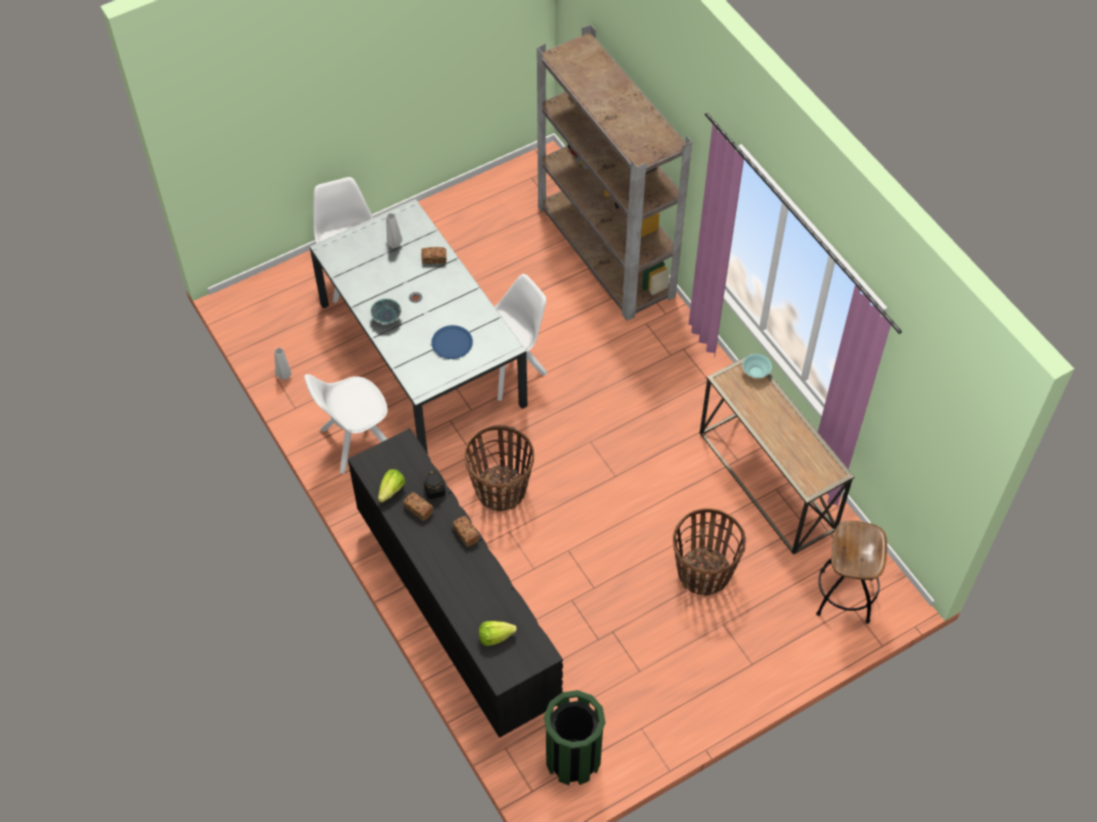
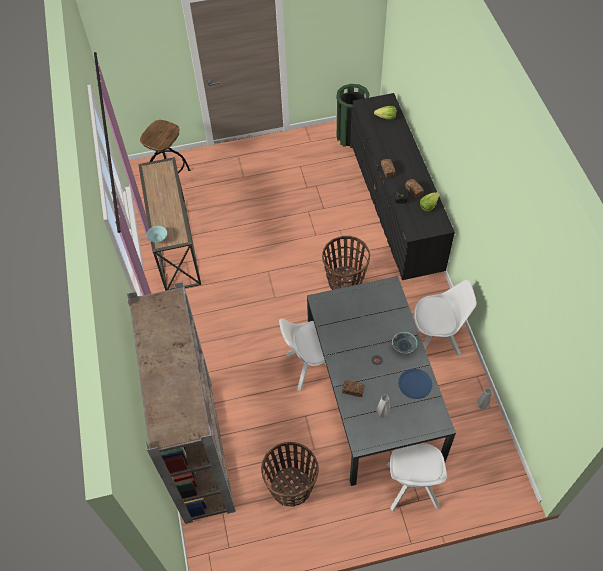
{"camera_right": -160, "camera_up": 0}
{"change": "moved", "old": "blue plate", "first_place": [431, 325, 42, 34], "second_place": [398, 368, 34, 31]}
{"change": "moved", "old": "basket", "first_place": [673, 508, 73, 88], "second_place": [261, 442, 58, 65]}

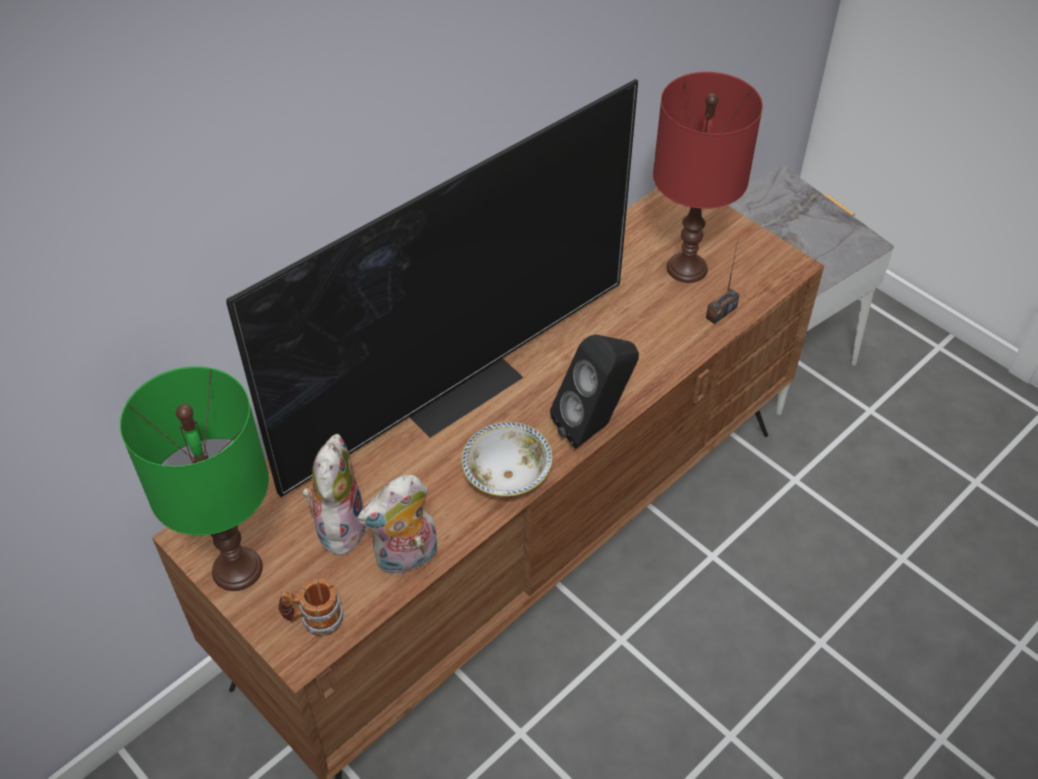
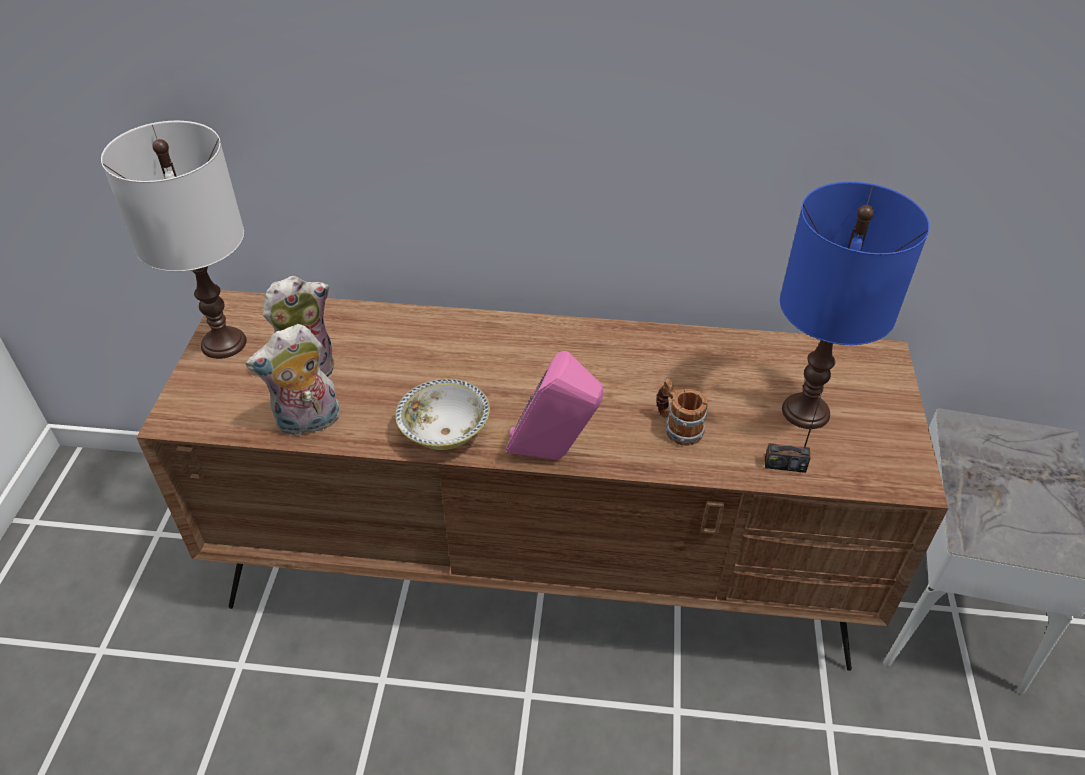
{"camera_right": 50, "camera_up": -5}
{"change": "recoloured", "old": "red table lamp", "new": "blue table lamp", "first_place": [653, 72, 110, 211], "second_place": [780, 181, 150, 248]}
{"change": "removed", "old": "television", "first_place": [226, 79, 412, 418]}
{"change": "recoloured", "old": "black speaker", "new": "pink speaker", "first_place": [550, 334, 89, 114], "second_place": [506, 351, 97, 109]}
{"change": "recoloured", "old": "green table lamp", "new": "white table lamp", "first_place": [120, 366, 149, 225], "second_place": [101, 121, 146, 238]}
{"change": "turned", "old": "plush toy", "first_place": [357, 475, 80, 100], "second_place": [246, 324, 94, 112], "degrees": -45}
{"change": "moved", "old": "mug", "first_place": [278, 579, 66, 57], "second_place": [656, 378, 52, 68]}

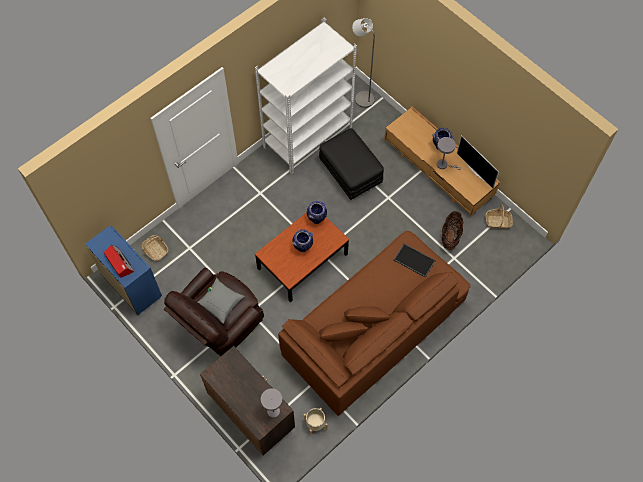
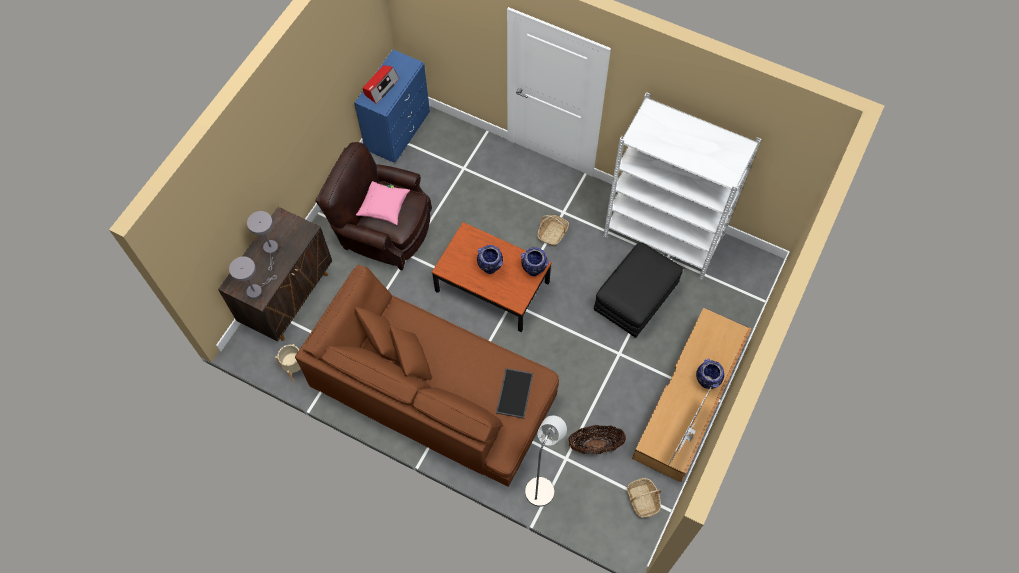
{"camera_right": 70, "camera_up": 0}
{"change": "moved", "old": "grey floor lamp", "first_place": [352, 18, 23, 90], "second_place": [525, 416, 42, 91]}
{"change": "moved", "old": "grey table lamp", "first_place": [437, 137, 24, 33], "second_place": [247, 211, 31, 60]}
{"change": "moved", "old": "basket", "first_place": [142, 235, 27, 26], "second_place": [537, 215, 32, 32]}
{"change": "recoloured", "old": "grey pillow", "new": "pink pillow", "first_place": [198, 278, 47, 46], "second_place": [356, 181, 54, 44]}

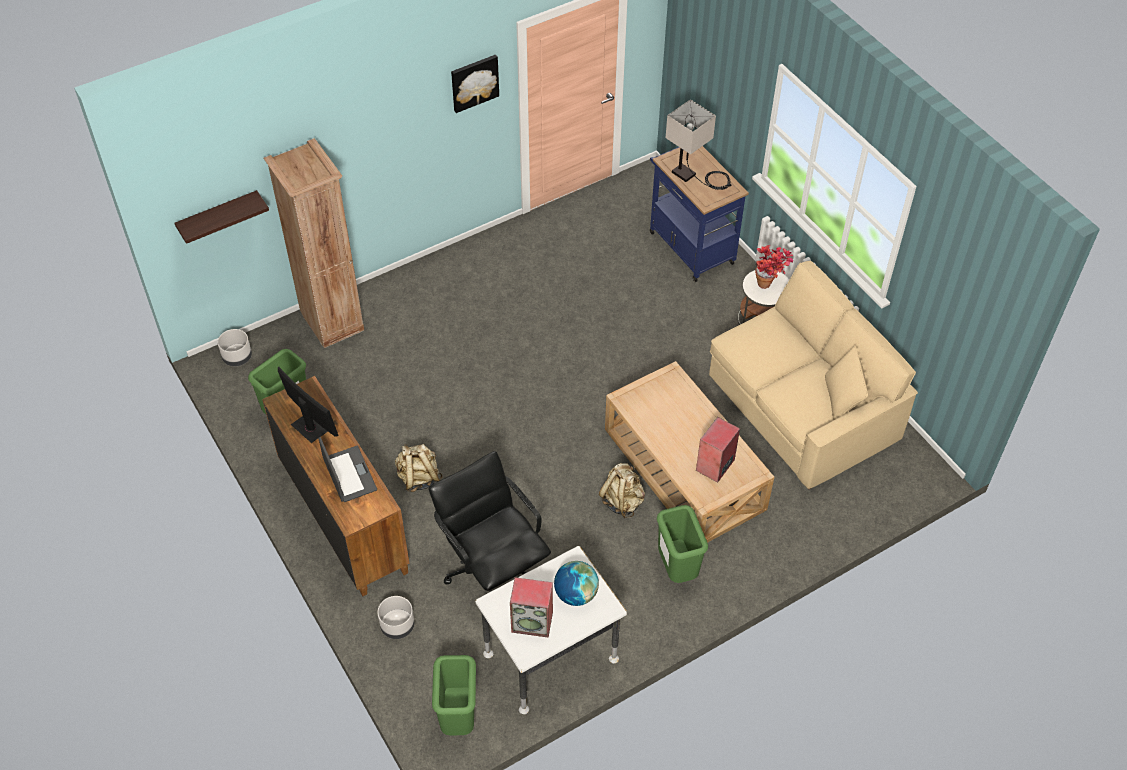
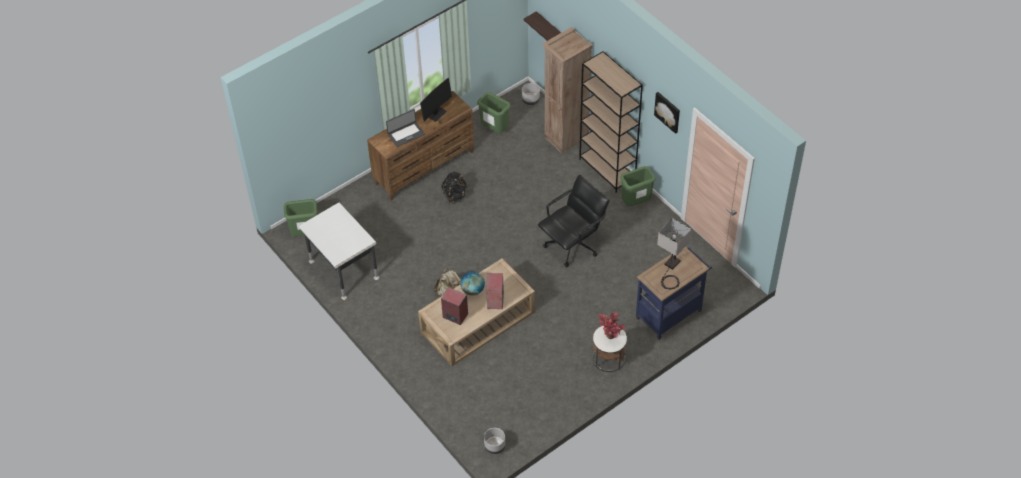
{"camera_right": 85, "camera_up": 0}
{"change": "removed", "old": "beige sofa", "first_place": [709, 261, 209, 228]}
{"change": "recoloured", "old": "beige backpack", "new": "black backpack", "first_place": [395, 444, 48, 48], "second_place": [441, 171, 26, 33]}
{"change": "moved", "old": "black office chair", "first_place": [429, 451, 122, 141], "second_place": [538, 175, 72, 92]}
{"change": "moved", "old": "green trash can", "first_place": [657, 505, 51, 78], "second_place": [620, 166, 36, 41]}
{"change": "moved", "old": "globe", "first_place": [554, 561, 45, 45], "second_place": [460, 271, 25, 25]}
{"change": "moved", "old": "speaker", "first_place": [510, 577, 43, 61], "second_place": [486, 273, 18, 36]}
{"change": "moved", "old": "grey planter", "first_place": [377, 596, 38, 43], "second_place": [484, 428, 22, 26]}
{"change": "added", "new": "beige bookcase", "second_place": [579, 51, 64, 142]}

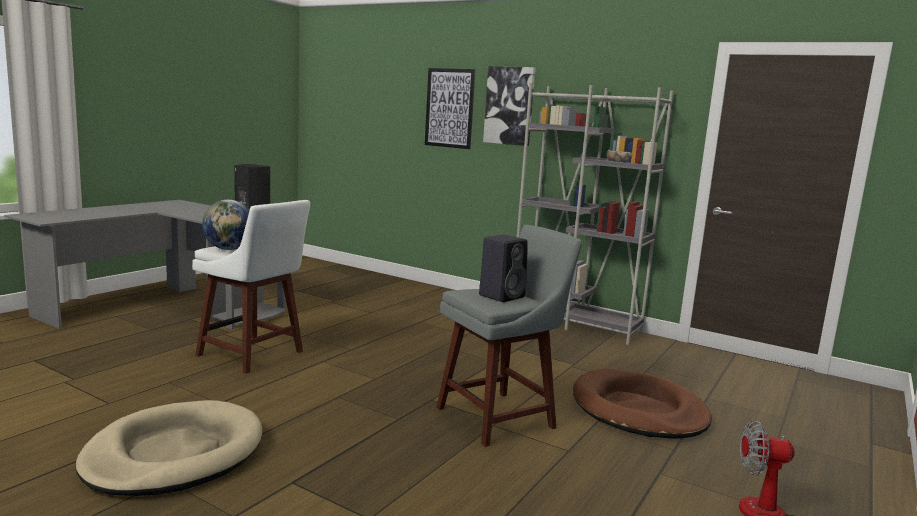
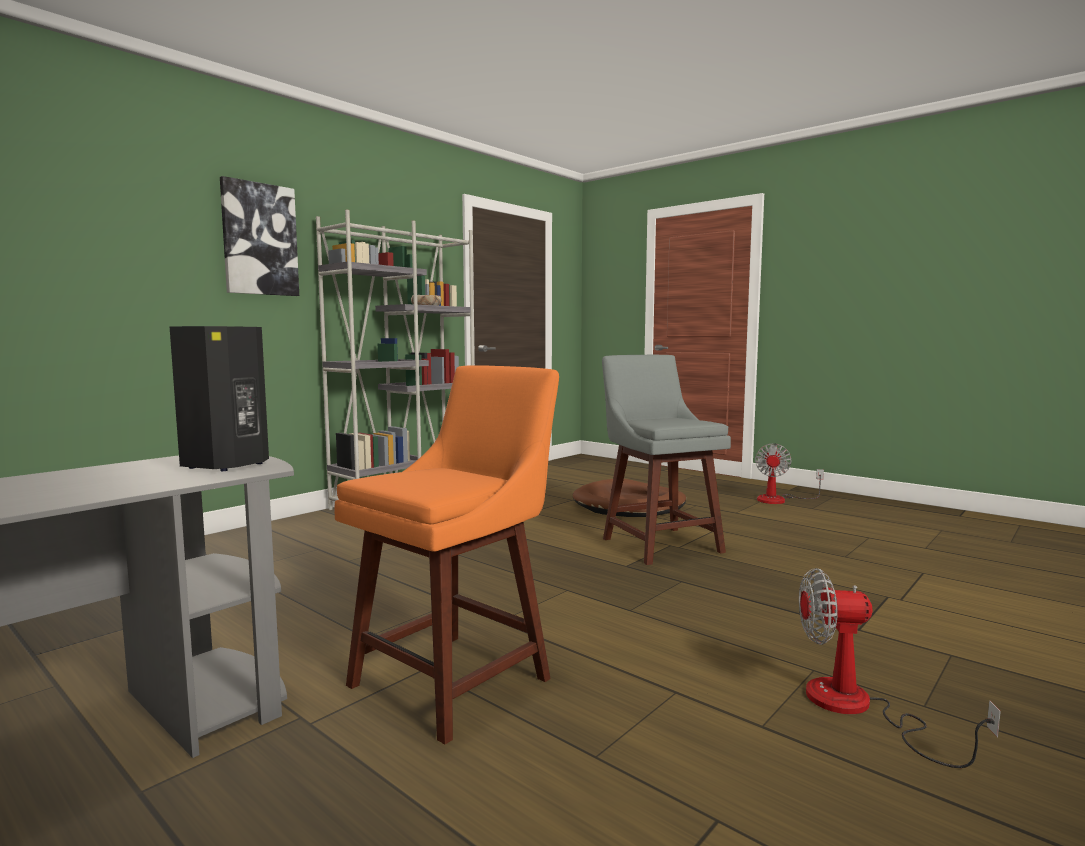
{"camera_right": -80, "camera_up": -5}
{"change": "removed", "old": "picture", "first_place": [425, 68, 51, 81]}
{"change": "recoloured", "old": "white stool", "new": "orange stool", "first_place": [192, 200, 118, 174], "second_place": [335, 365, 224, 379]}
{"change": "removed", "old": "globe", "first_place": [202, 200, 47, 50]}
{"change": "removed", "old": "black speaker", "first_place": [479, 235, 49, 67]}
{"change": "replaced", "old": "beige dog bed", "new": "fan", "first_place": [76, 400, 186, 96], "second_place": [799, 568, 202, 200]}

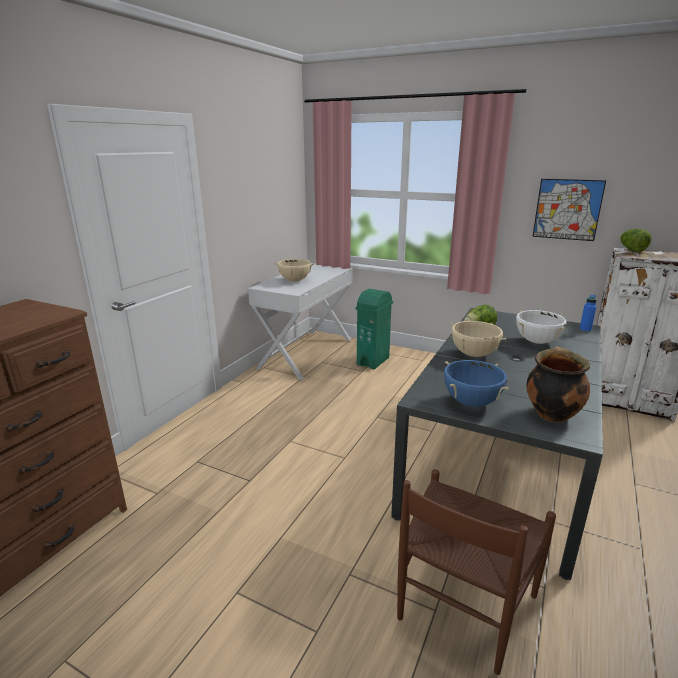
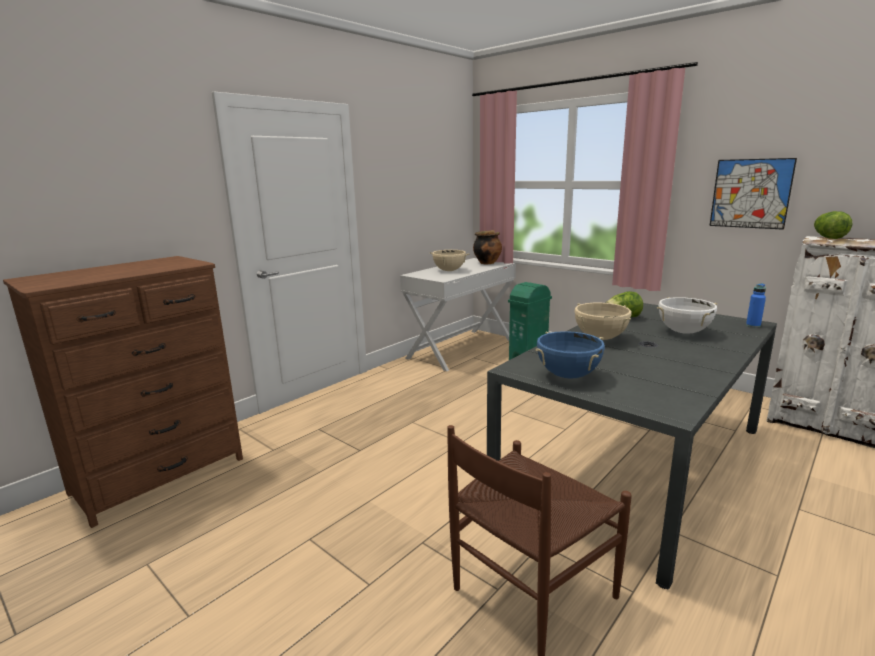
{"camera_right": 15, "camera_up": -5}
{"change": "moved", "old": "cooking pot", "first_place": [527, 347, 63, 75], "second_place": [473, 230, 29, 34]}

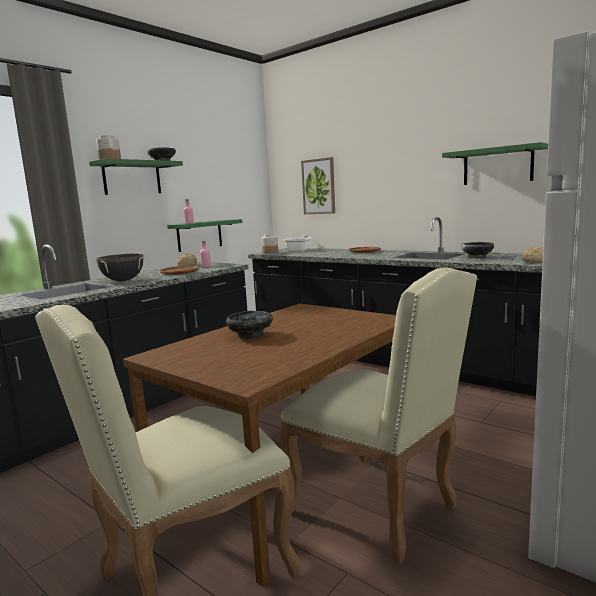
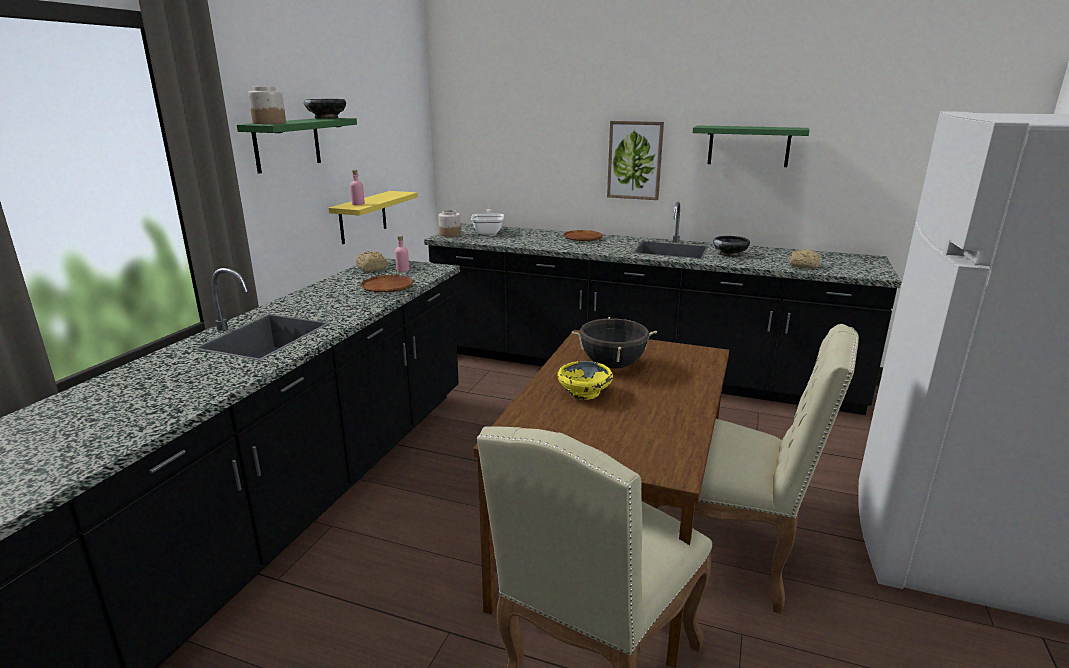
{"camera_right": -20, "camera_up": 10}
{"change": "moved", "old": "picture", "first_place": [301, 157, 34, 57], "second_place": [607, 121, 57, 79]}
{"change": "recoloured", "old": "green shelf", "new": "yellow shelf", "first_place": [167, 219, 76, 33], "second_place": [329, 191, 89, 53]}
{"change": "moved", "old": "black cooking pot", "first_place": [96, 253, 48, 28], "second_place": [572, 317, 85, 51]}
{"change": "recoloured", "old": "black bowl", "new": "yellow bowl", "first_place": [226, 311, 47, 28], "second_place": [557, 361, 56, 39]}

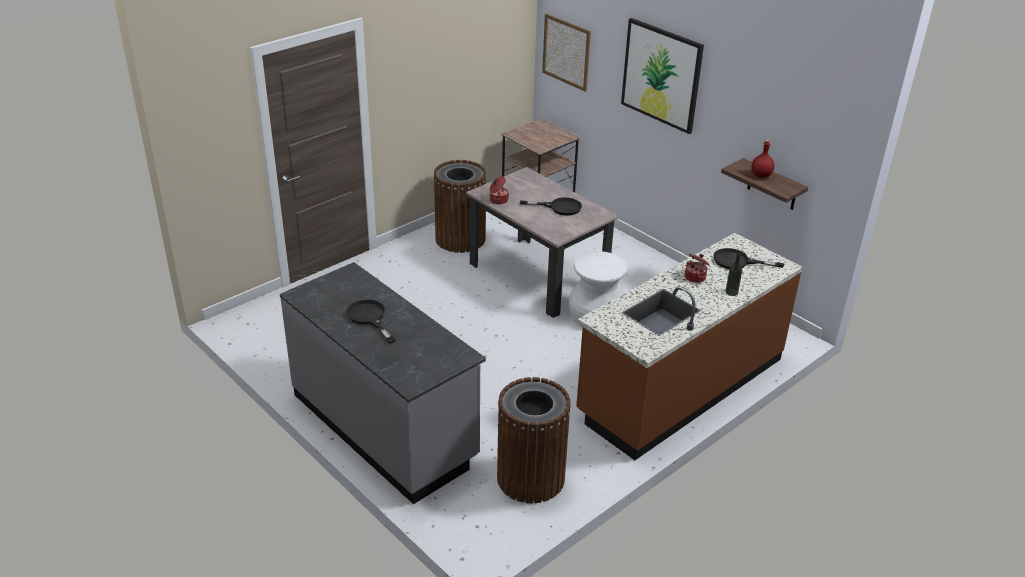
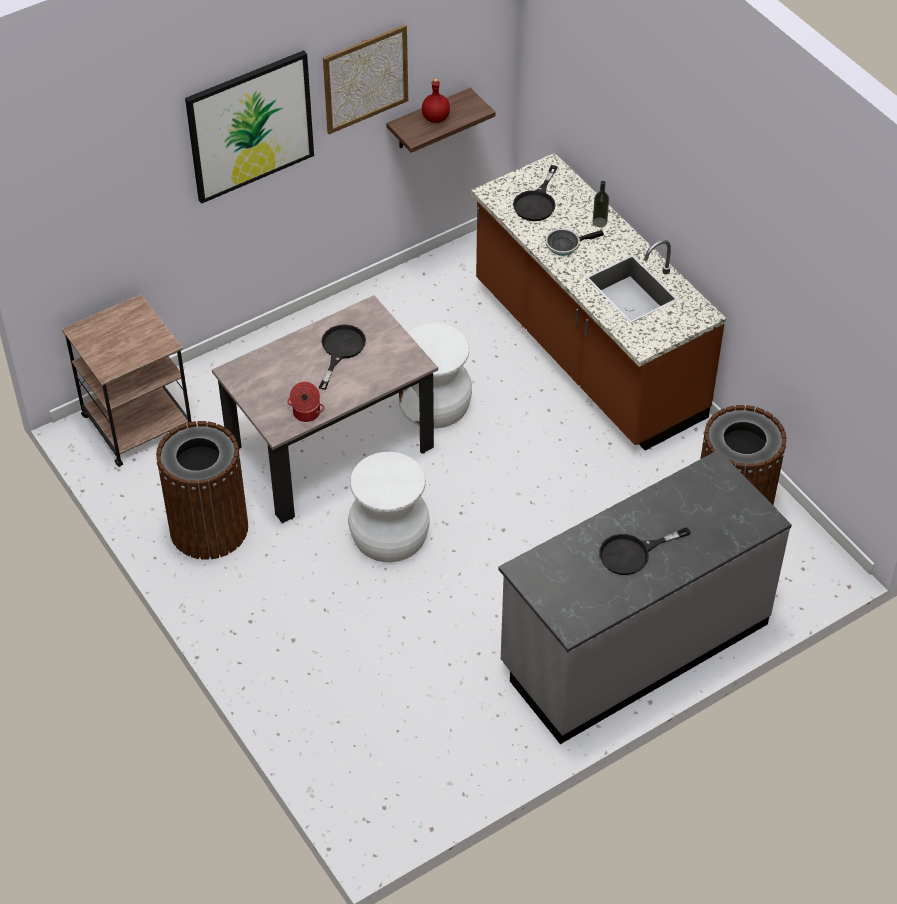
{"camera_right": -80, "camera_up": 15}
{"change": "moved", "old": "picture", "first_place": [542, 14, 49, 78], "second_place": [323, 25, 85, 109]}
{"change": "replaced", "old": "cooking pot", "new": "frying pan", "first_place": [685, 254, 25, 29], "second_place": [545, 229, 59, 27]}
{"change": "added", "new": "white stool", "second_place": [348, 452, 82, 110]}

